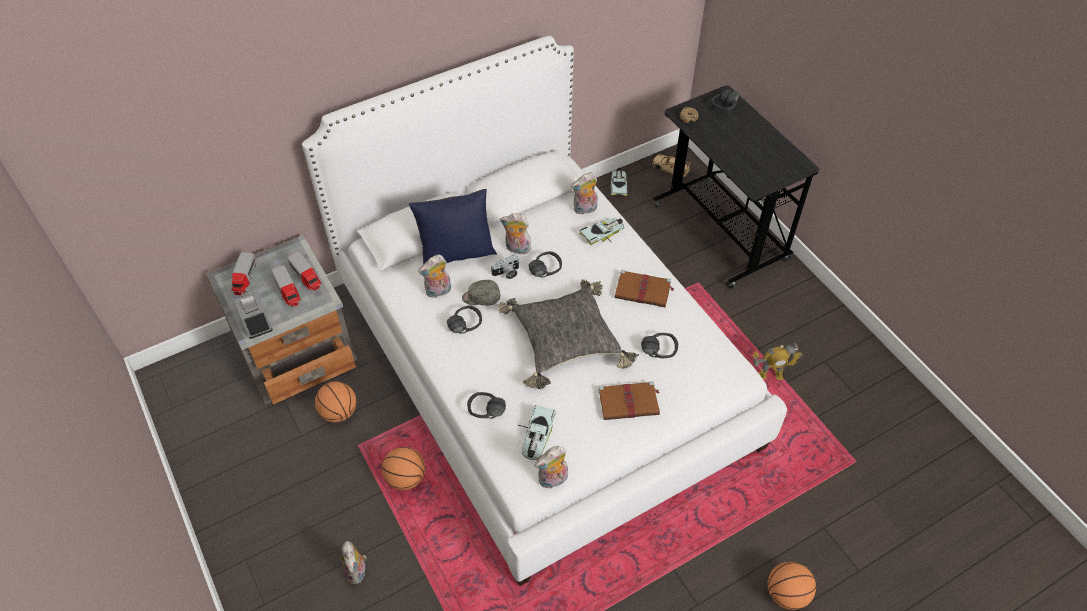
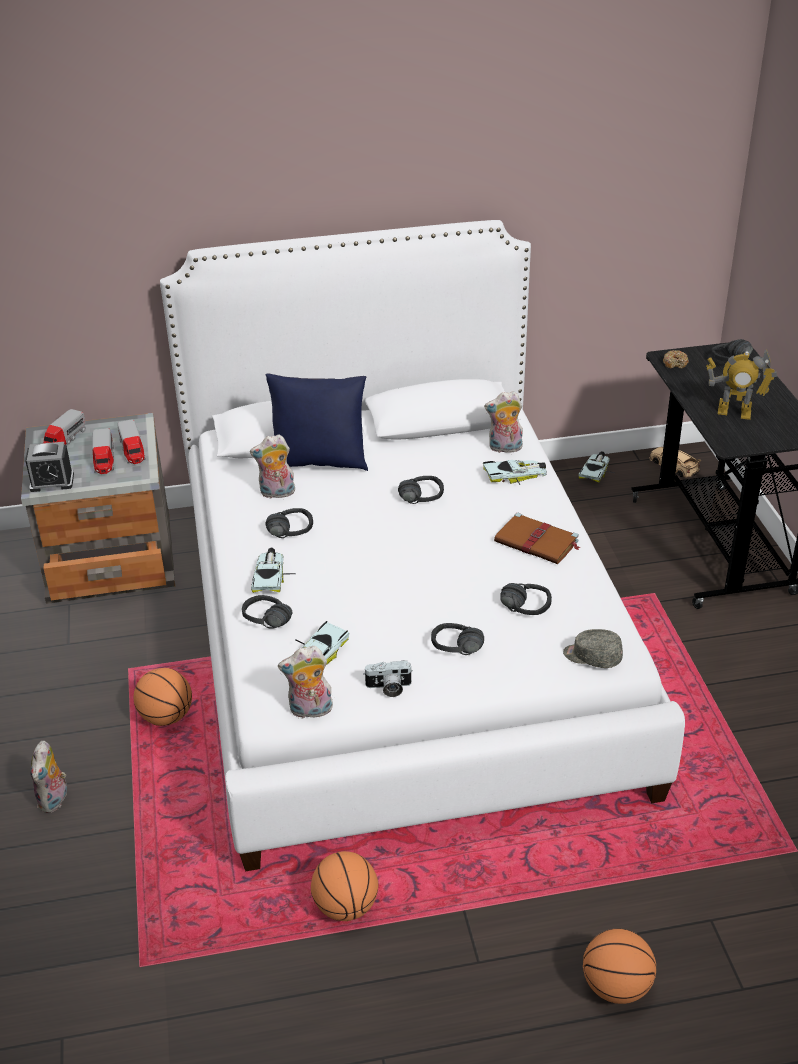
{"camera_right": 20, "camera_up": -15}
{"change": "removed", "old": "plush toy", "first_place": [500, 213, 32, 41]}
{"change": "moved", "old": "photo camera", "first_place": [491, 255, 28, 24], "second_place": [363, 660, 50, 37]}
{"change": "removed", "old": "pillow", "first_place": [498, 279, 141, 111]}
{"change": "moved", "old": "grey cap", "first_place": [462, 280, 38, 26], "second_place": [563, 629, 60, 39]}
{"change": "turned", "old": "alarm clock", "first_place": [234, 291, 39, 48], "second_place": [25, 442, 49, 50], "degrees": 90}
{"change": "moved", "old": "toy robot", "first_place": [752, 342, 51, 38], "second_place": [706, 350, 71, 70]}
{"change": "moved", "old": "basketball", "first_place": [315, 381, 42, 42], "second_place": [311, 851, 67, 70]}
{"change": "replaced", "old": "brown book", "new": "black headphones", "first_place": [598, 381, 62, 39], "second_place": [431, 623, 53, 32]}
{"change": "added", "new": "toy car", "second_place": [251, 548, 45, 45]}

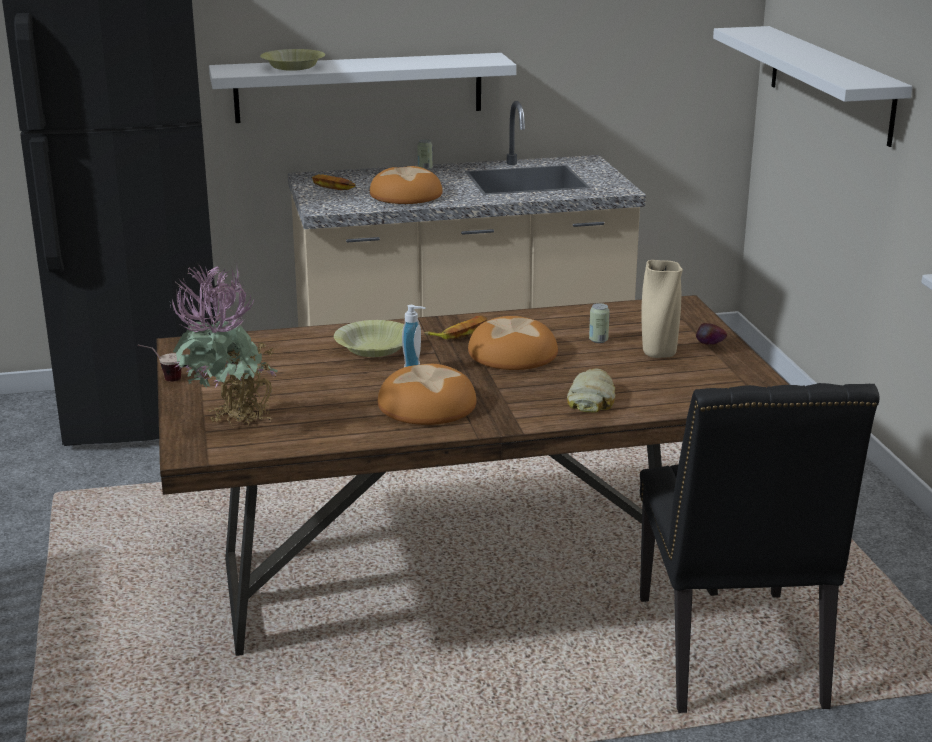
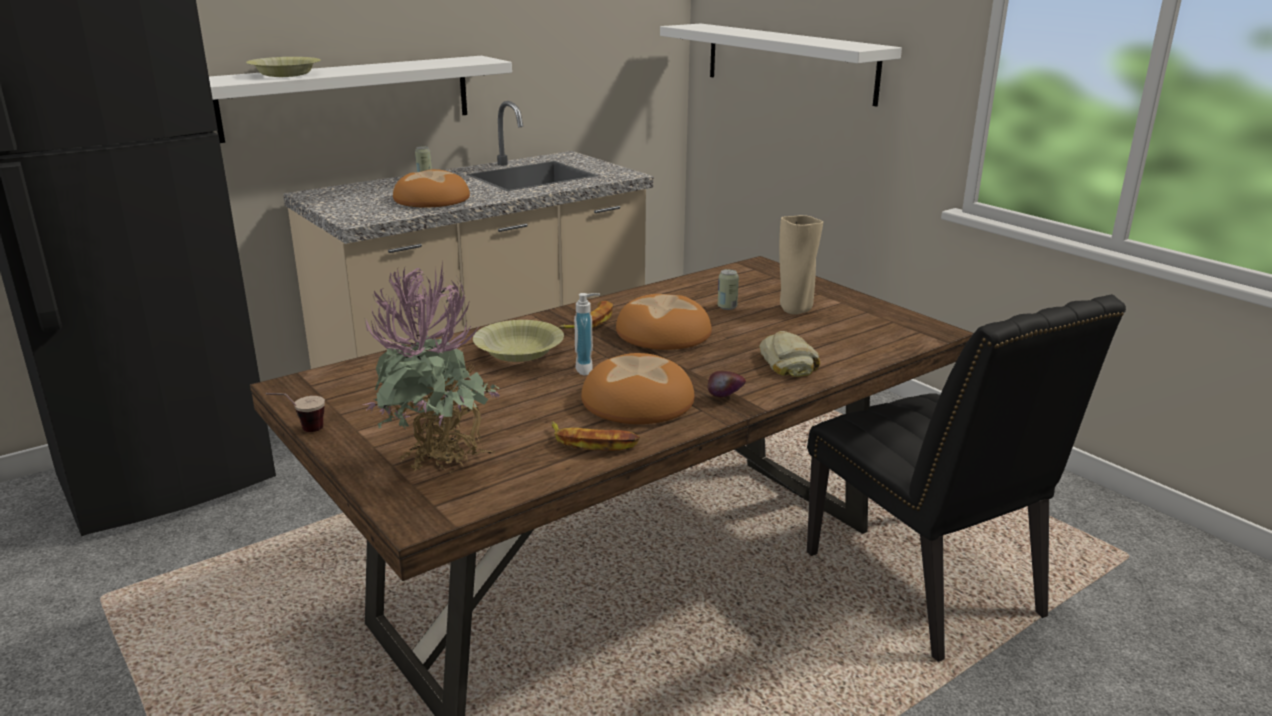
{"camera_right": -25, "camera_up": 0}
{"change": "moved", "old": "banana", "first_place": [312, 174, 44, 16], "second_place": [551, 421, 89, 30]}
{"change": "moved", "old": "apple", "first_place": [696, 323, 31, 21], "second_place": [707, 371, 39, 26]}

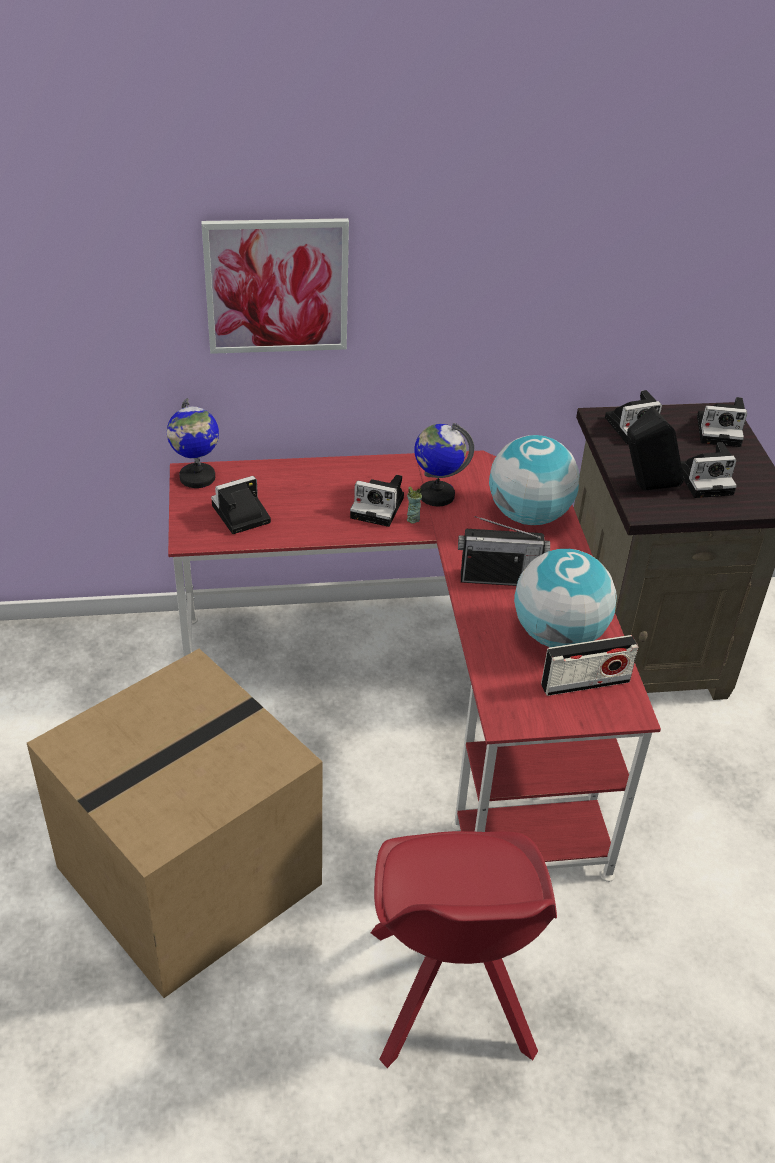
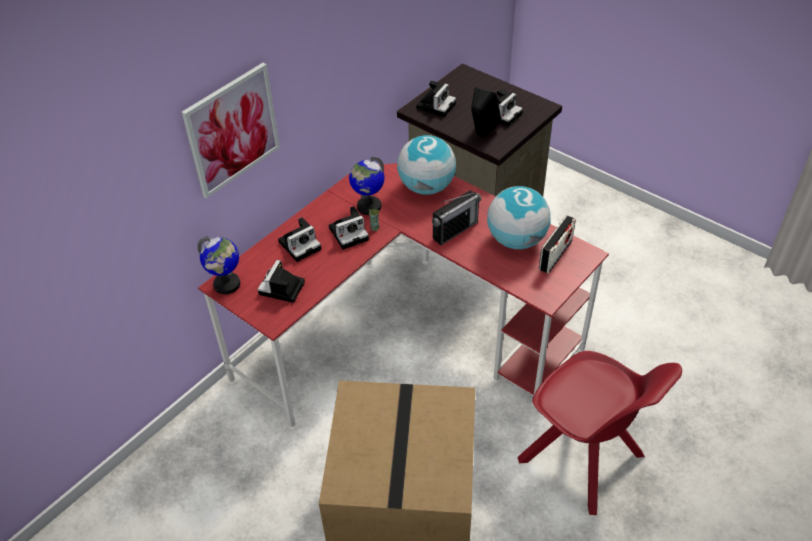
{"camera_right": -40, "camera_up": 5}
{"change": "moved", "old": "photo camera", "first_place": [697, 397, 50, 50], "second_place": [278, 217, 43, 45]}

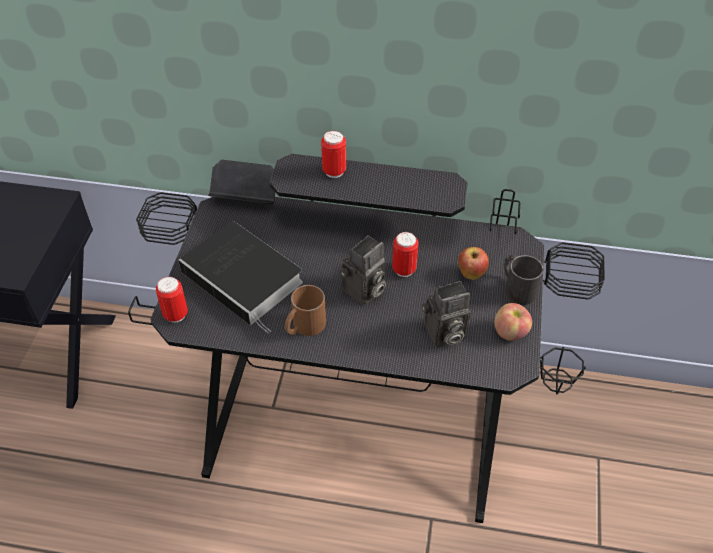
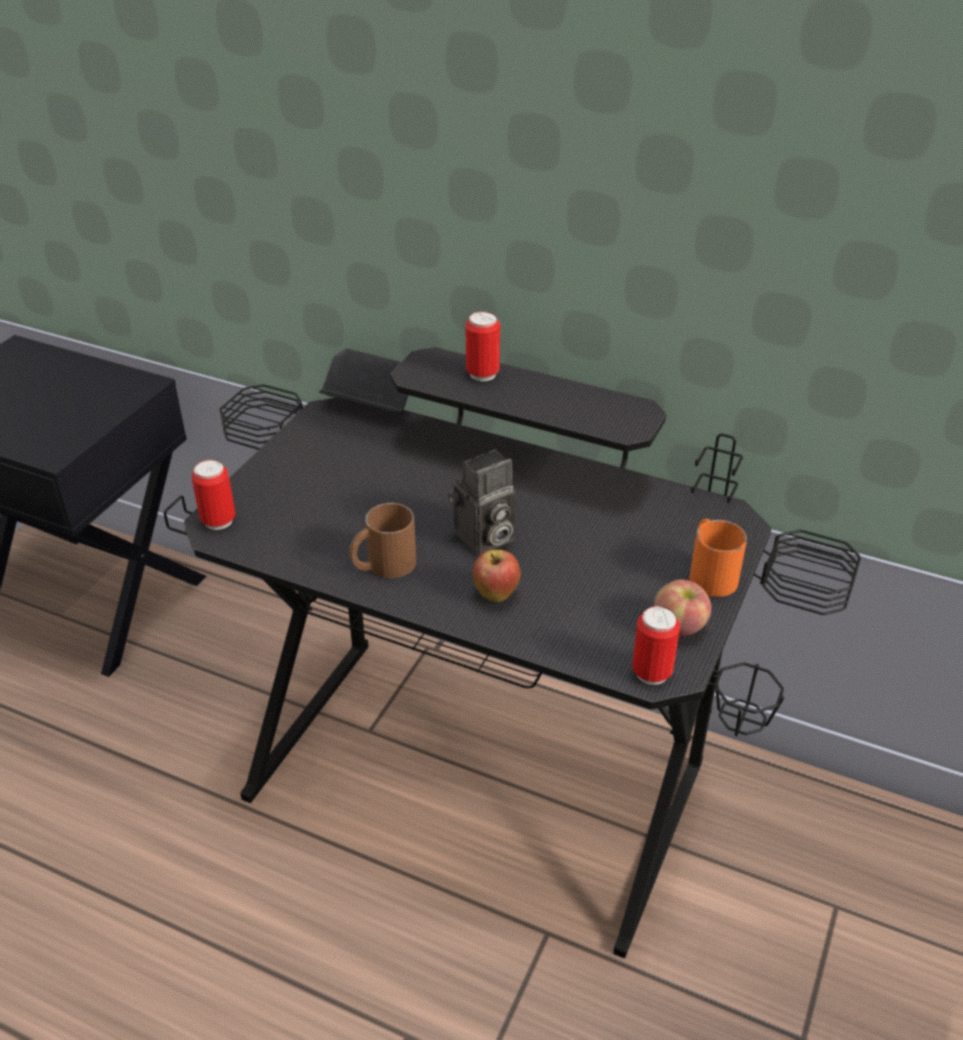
{"camera_right": 15, "camera_up": -10}
{"change": "removed", "old": "book", "first_place": [179, 221, 124, 112]}
{"change": "moved", "old": "can", "first_place": [392, 232, 27, 45], "second_place": [632, 606, 48, 79]}
{"change": "moved", "old": "apple", "first_place": [458, 247, 31, 33], "second_place": [473, 549, 48, 53]}
{"change": "recoloured", "old": "black mug", "new": "orange mug", "first_place": [504, 255, 39, 50], "second_place": [689, 519, 58, 78]}
{"change": "removed", "old": "photo camera", "first_place": [422, 281, 48, 66]}

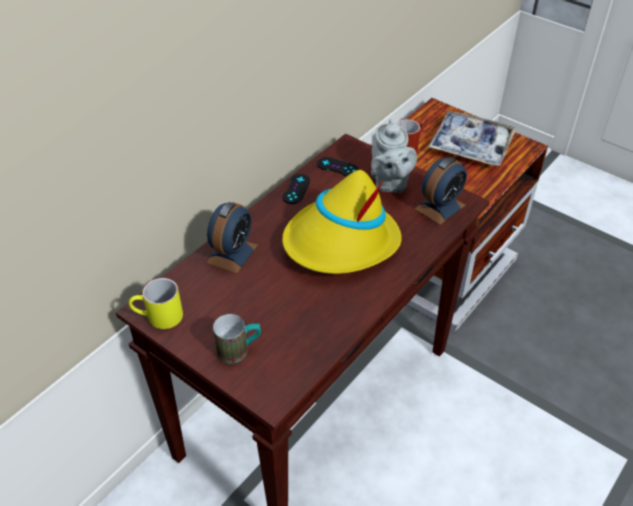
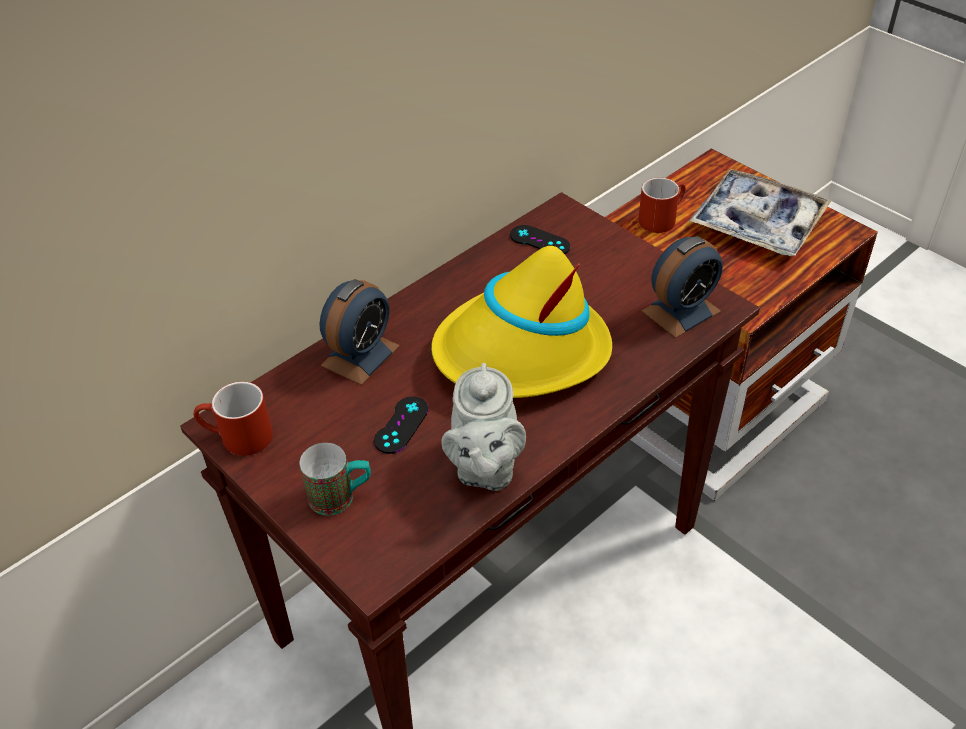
{"camera_right": 10, "camera_up": 0}
{"change": "moved", "old": "grey teapot", "first_place": [371, 119, 46, 74], "second_place": [441, 363, 85, 128]}
{"change": "moved", "old": "black game controller", "first_place": [282, 174, 28, 30], "second_place": [374, 397, 55, 57]}
{"change": "recoloured", "old": "yellow mug", "new": "red mug", "first_place": [129, 278, 54, 51], "second_place": [194, 381, 79, 75]}

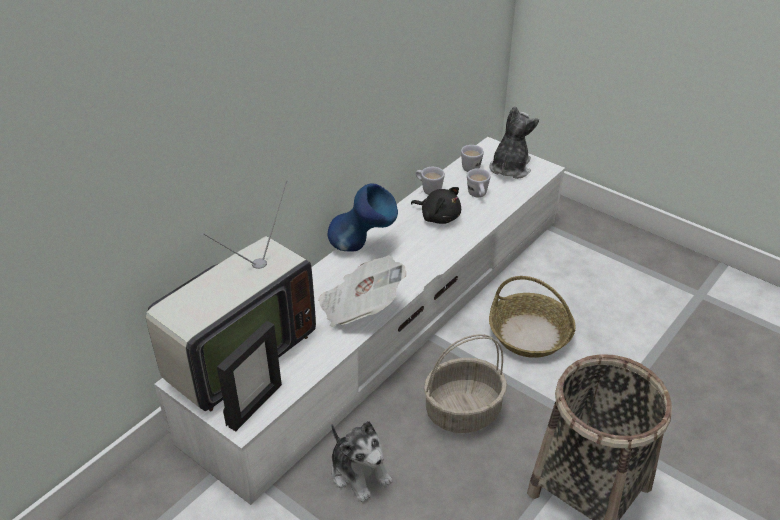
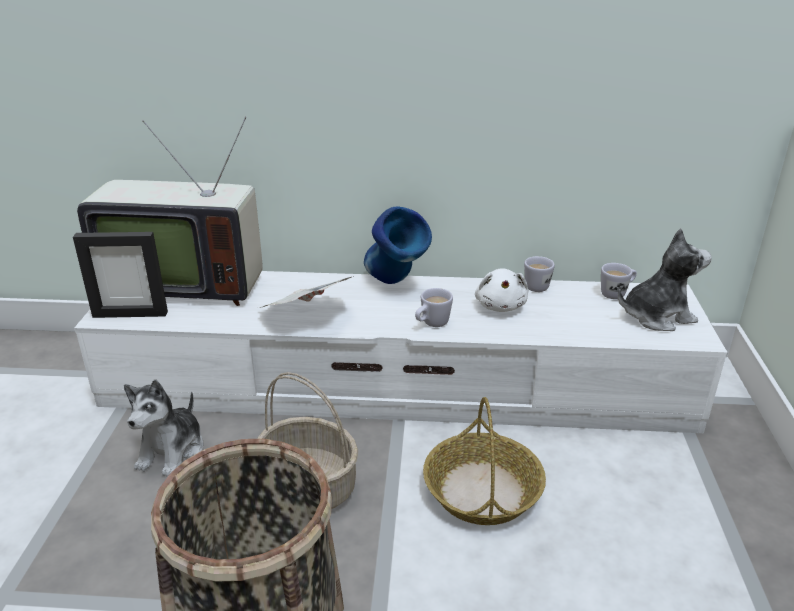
{"camera_right": 55, "camera_up": -10}
{"change": "moved", "old": "white mug", "first_place": [467, 168, 23, 29], "second_place": [415, 288, 38, 39]}
{"change": "recoloured", "old": "black plush toy", "new": "white plush toy", "first_place": [411, 187, 50, 37], "second_place": [475, 268, 53, 44]}

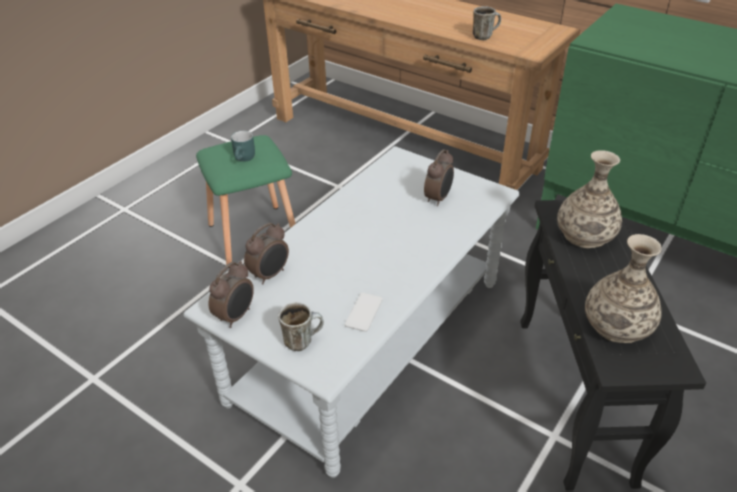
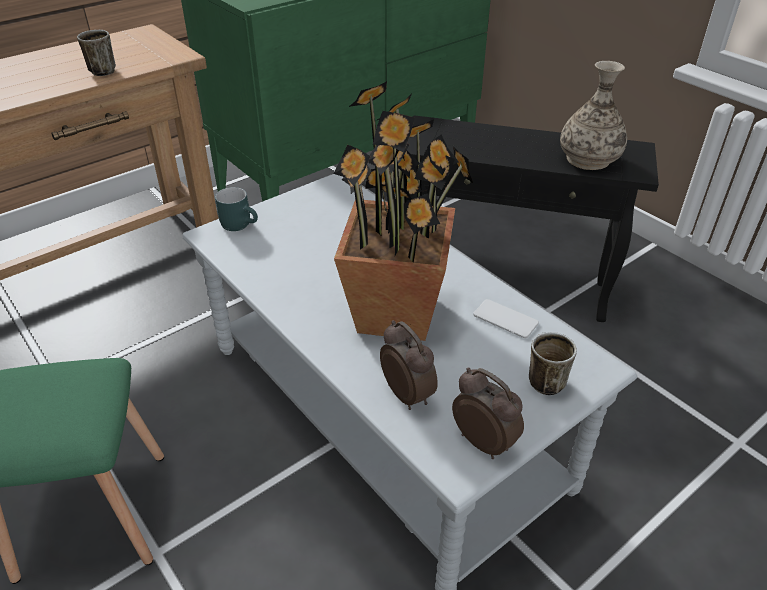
{"camera_right": -75, "camera_up": 0}
{"change": "moved", "old": "turquoise mug", "first_place": [231, 131, 24, 31], "second_place": [215, 187, 43, 44]}
{"change": "removed", "old": "alarm clock", "first_place": [424, 149, 30, 57]}
{"change": "removed", "old": "vase", "first_place": [557, 150, 65, 98]}
{"change": "added", "new": "potted plant", "second_place": [333, 82, 140, 259]}

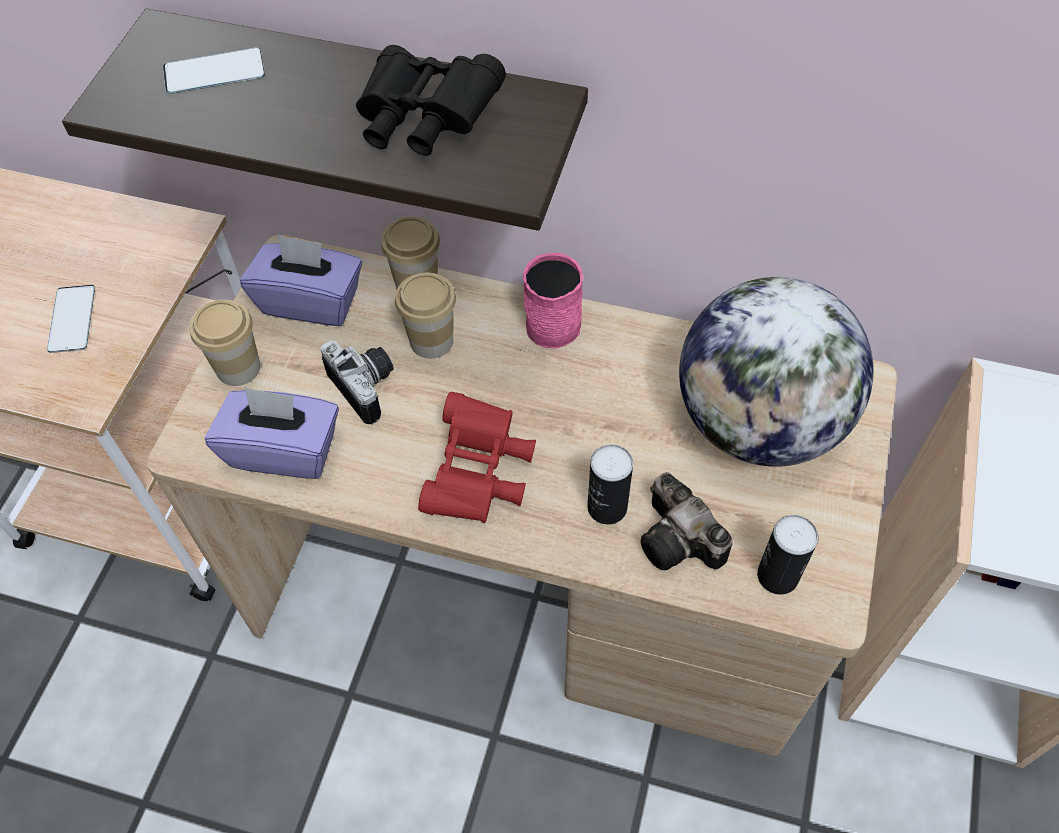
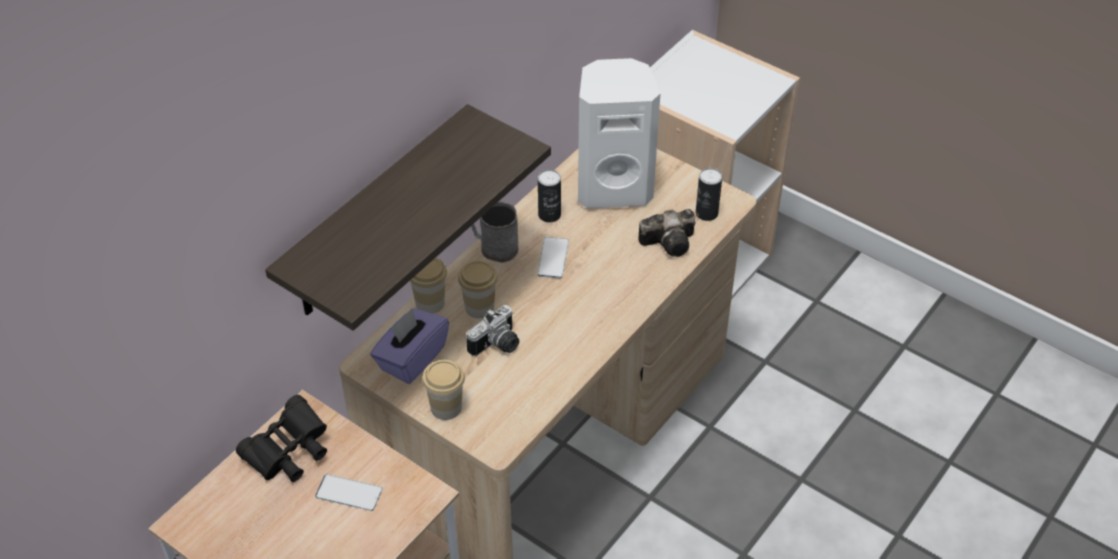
{"camera_right": -70, "camera_up": -10}
{"change": "moved", "old": "black binoculars", "first_place": [356, 45, 150, 111], "second_place": [236, 395, 91, 87]}
{"change": "moved", "old": "phone", "first_place": [163, 47, 102, 47], "second_place": [537, 237, 32, 41]}
{"change": "recoloured", "old": "pink mug", "new": "grey mug", "first_place": [523, 253, 60, 96], "second_place": [471, 201, 47, 62]}
{"change": "replaced", "old": "globe", "new": "white speaker", "first_place": [679, 277, 195, 190], "second_place": [578, 58, 83, 151]}
{"change": "turned", "old": "photo camera", "first_place": [320, 340, 74, 84], "second_place": [466, 305, 53, 51], "degrees": 150}
{"change": "removed", "old": "purple tissue box", "first_place": [204, 387, 135, 92]}
{"change": "removed", "old": "red binoculars", "first_place": [418, 392, 118, 131]}
{"change": "moved", "old": "can", "first_place": [587, 444, 46, 81], "second_place": [538, 169, 23, 53]}

